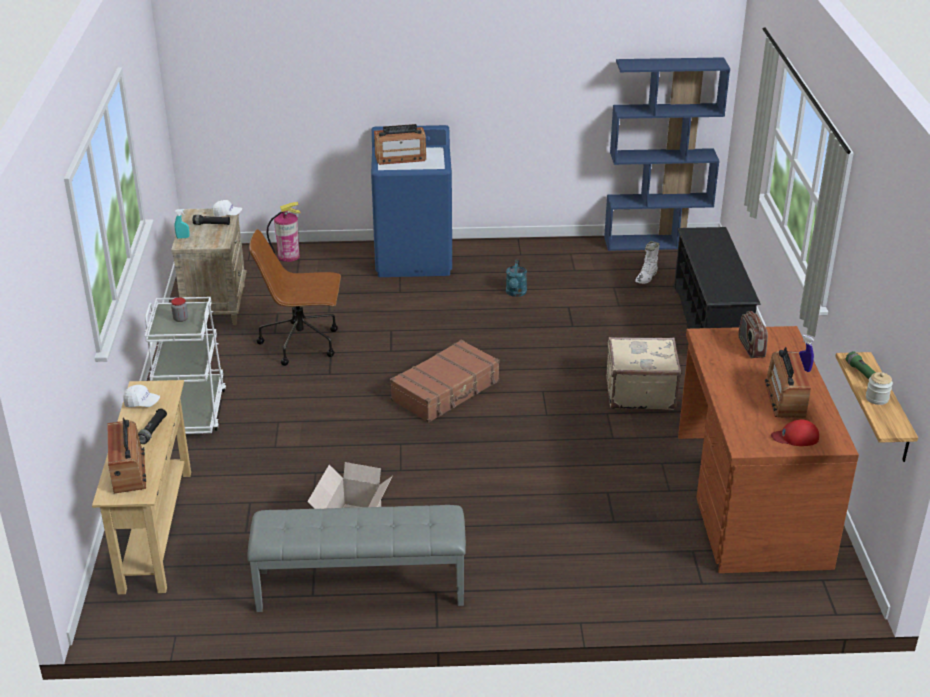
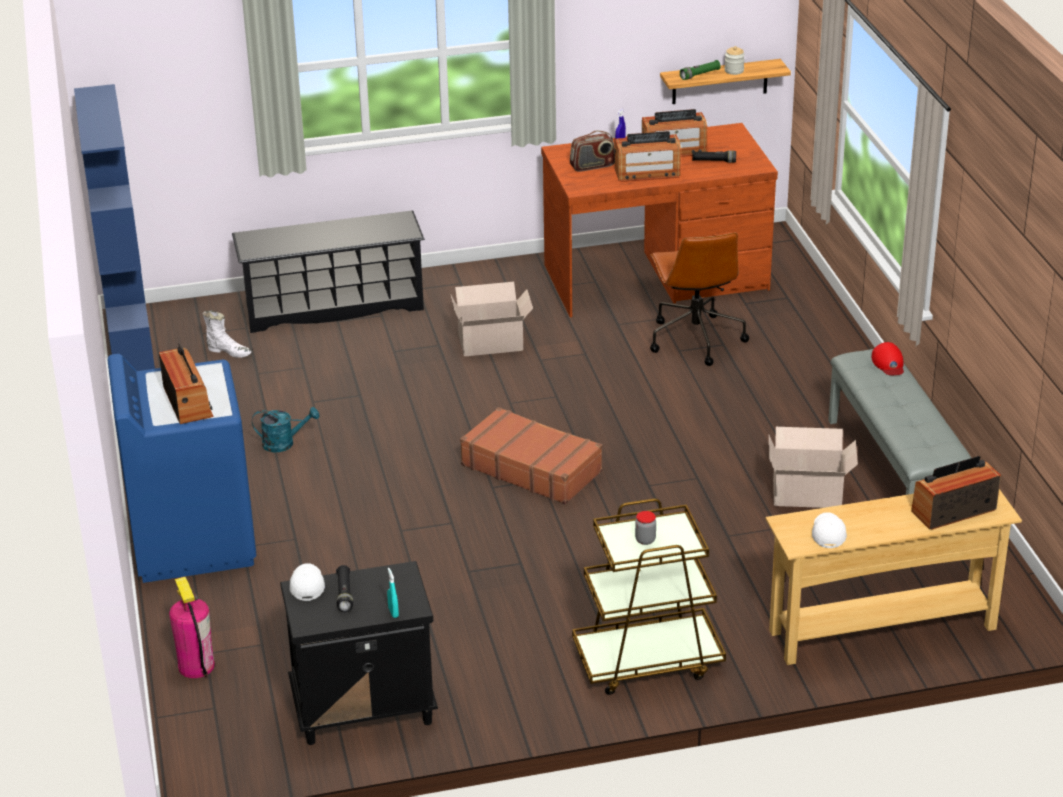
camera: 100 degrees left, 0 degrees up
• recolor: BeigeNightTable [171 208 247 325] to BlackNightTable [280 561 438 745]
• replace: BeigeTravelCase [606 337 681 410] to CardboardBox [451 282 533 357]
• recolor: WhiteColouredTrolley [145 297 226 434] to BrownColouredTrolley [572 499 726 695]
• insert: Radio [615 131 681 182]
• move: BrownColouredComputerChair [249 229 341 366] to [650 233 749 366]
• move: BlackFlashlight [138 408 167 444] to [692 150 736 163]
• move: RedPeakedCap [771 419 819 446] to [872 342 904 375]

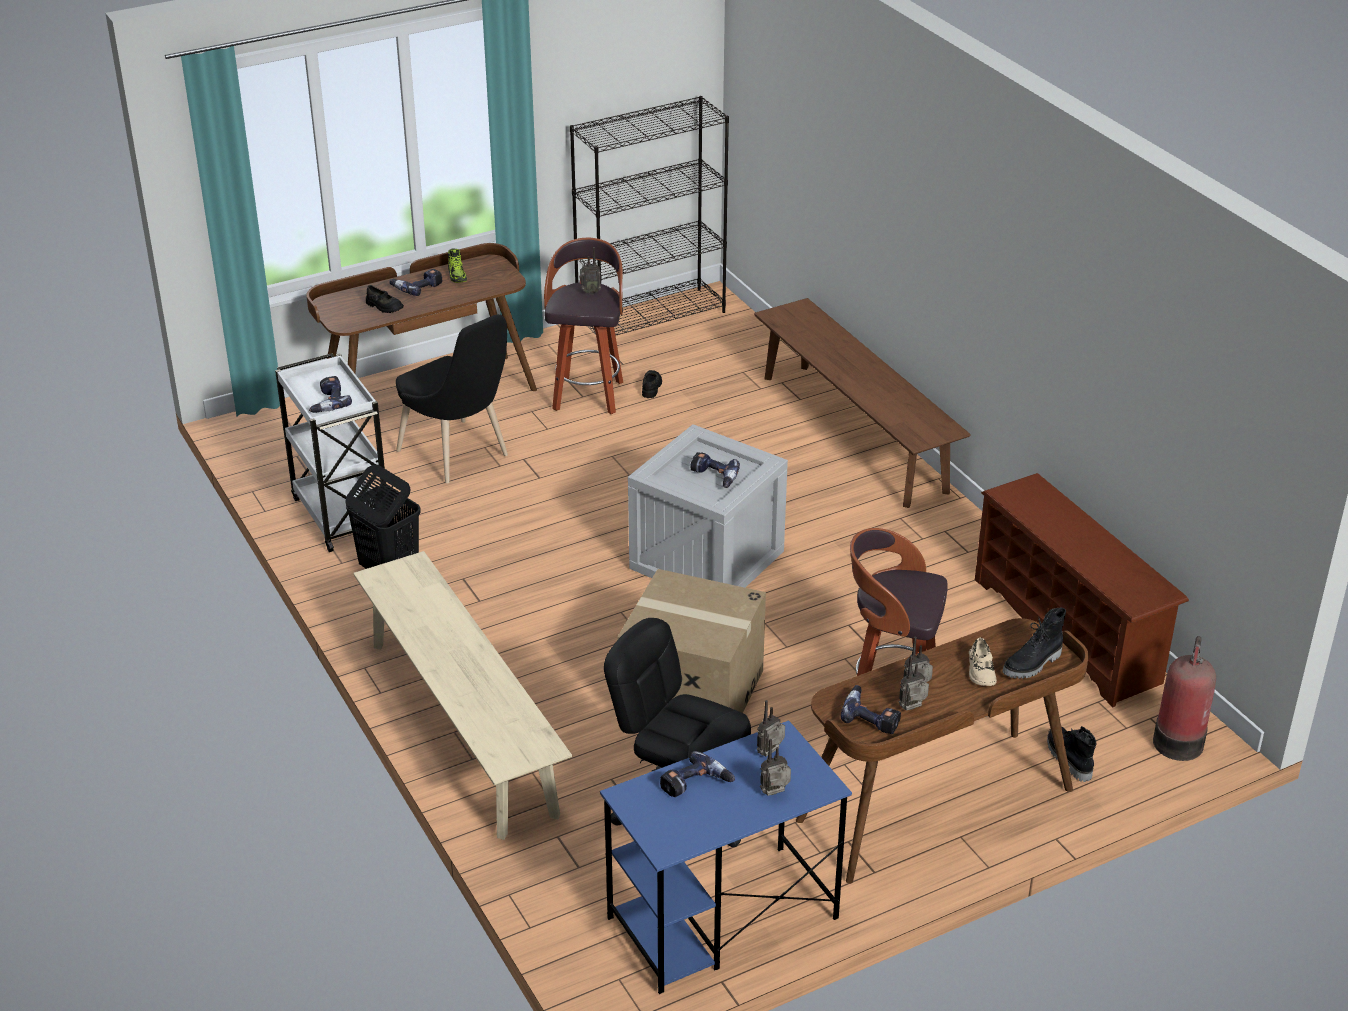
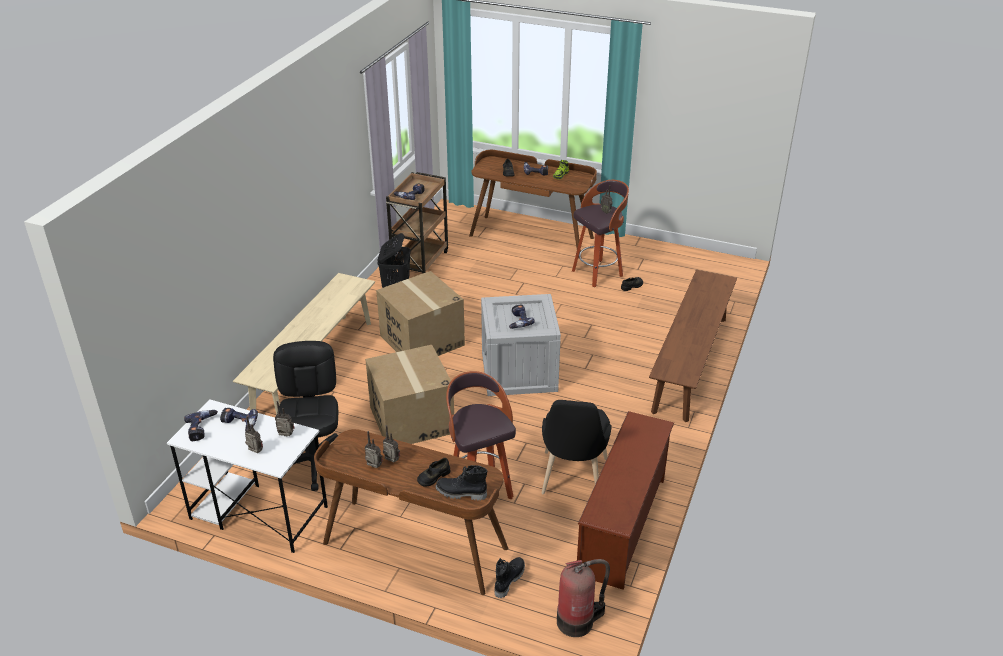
camera: 50 degrees right, 0 degrees up
• recolor: BlueDesk [600 720 852 994] to WhiteColouredDesk [167 399 328 553]
• move: PowerDrill [841 685 901 734] to [184 410 218 441]
• insert: CardboardBox [376 271 465 356]
• recolor: WhiteColouredTrolley [275 353 386 552] to BrownColouredTrolley [386 172 448 273]
• recolor: BeigeLowShoe [969 638 997 686] to BlackLowShoe [417 458 451 487]
• move: BlackUprightChair [396 314 508 483] to [541 400 612 494]
• delete: BlackBookcase [570 96 729 336]

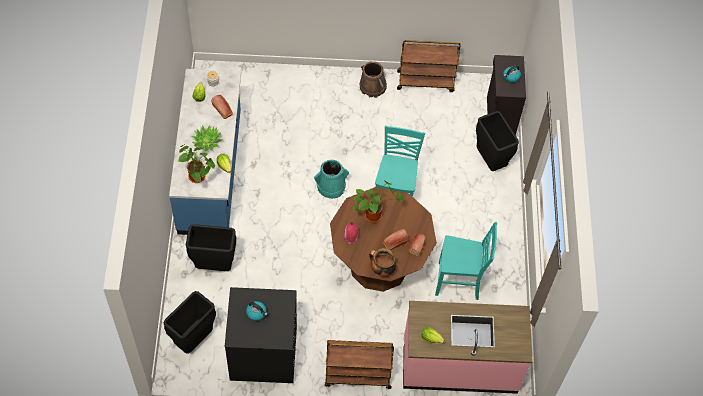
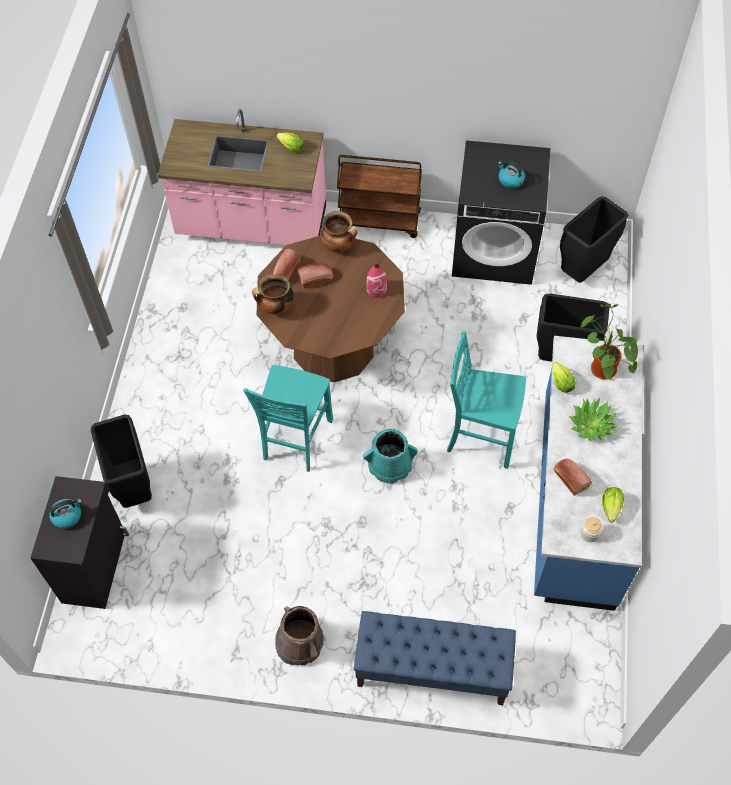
camera: 170 degrees left, 0 degrees up
• insert: CookingPot [252 274 293 315]
• insert: BlueIndoorBench [354 611 516 706]
• move: TurquoiseColouredUprightChair [435 222 497 300] to [447 331 526 469]
• delete: PottedPlant [353 181 403 223]
• delete: BrownColouredTrolley [397 40 460 92]

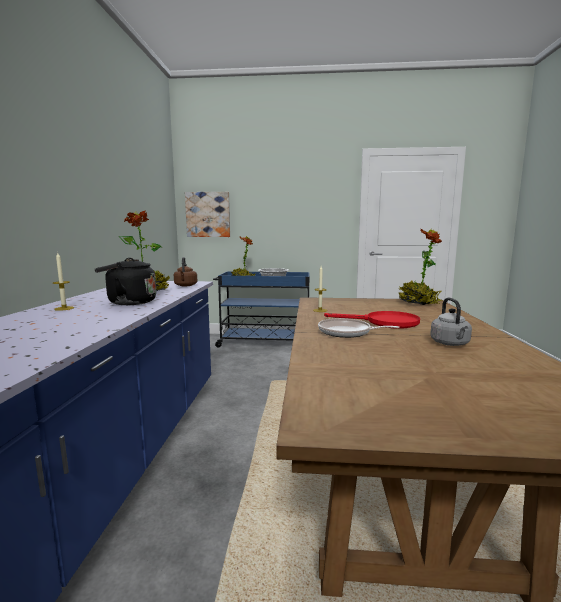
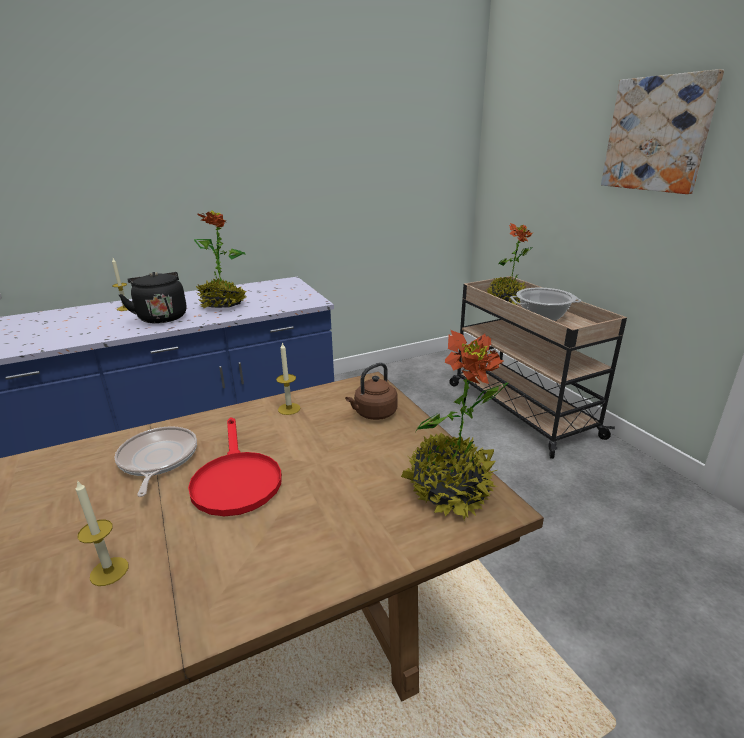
camera: 60 degrees right, 15 degrees up
• replace: GreyishTeaKettle [430 298 472 346] to Candle [75 480 128 586]
• move: BrownColouredTeaKettle [174 257 197 286] to [345 363 398 420]
• recolor: BlueTrolley [213 271 310 348] to BeigeTrolley [449 276 627 459]
• move: WallArt [185 192 230 237] to [601 69 724 194]

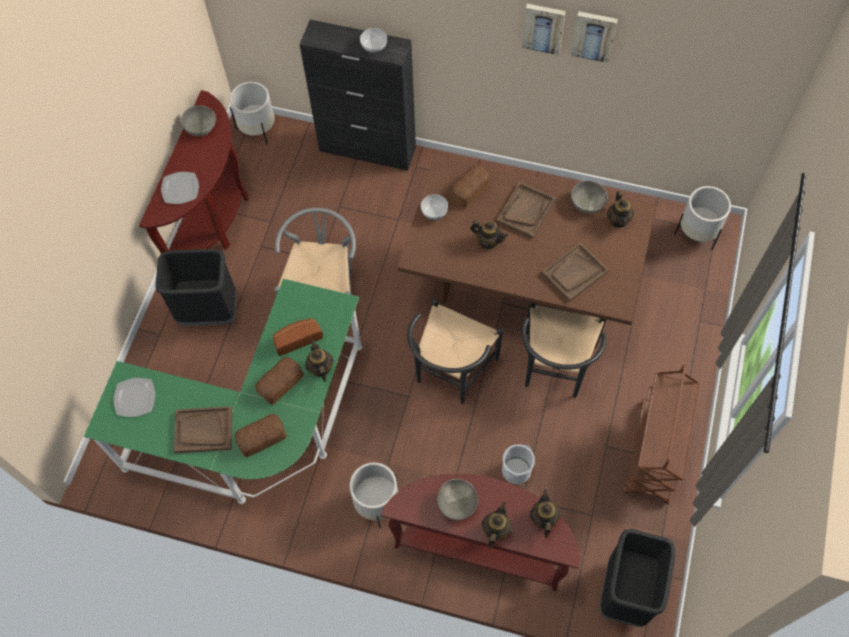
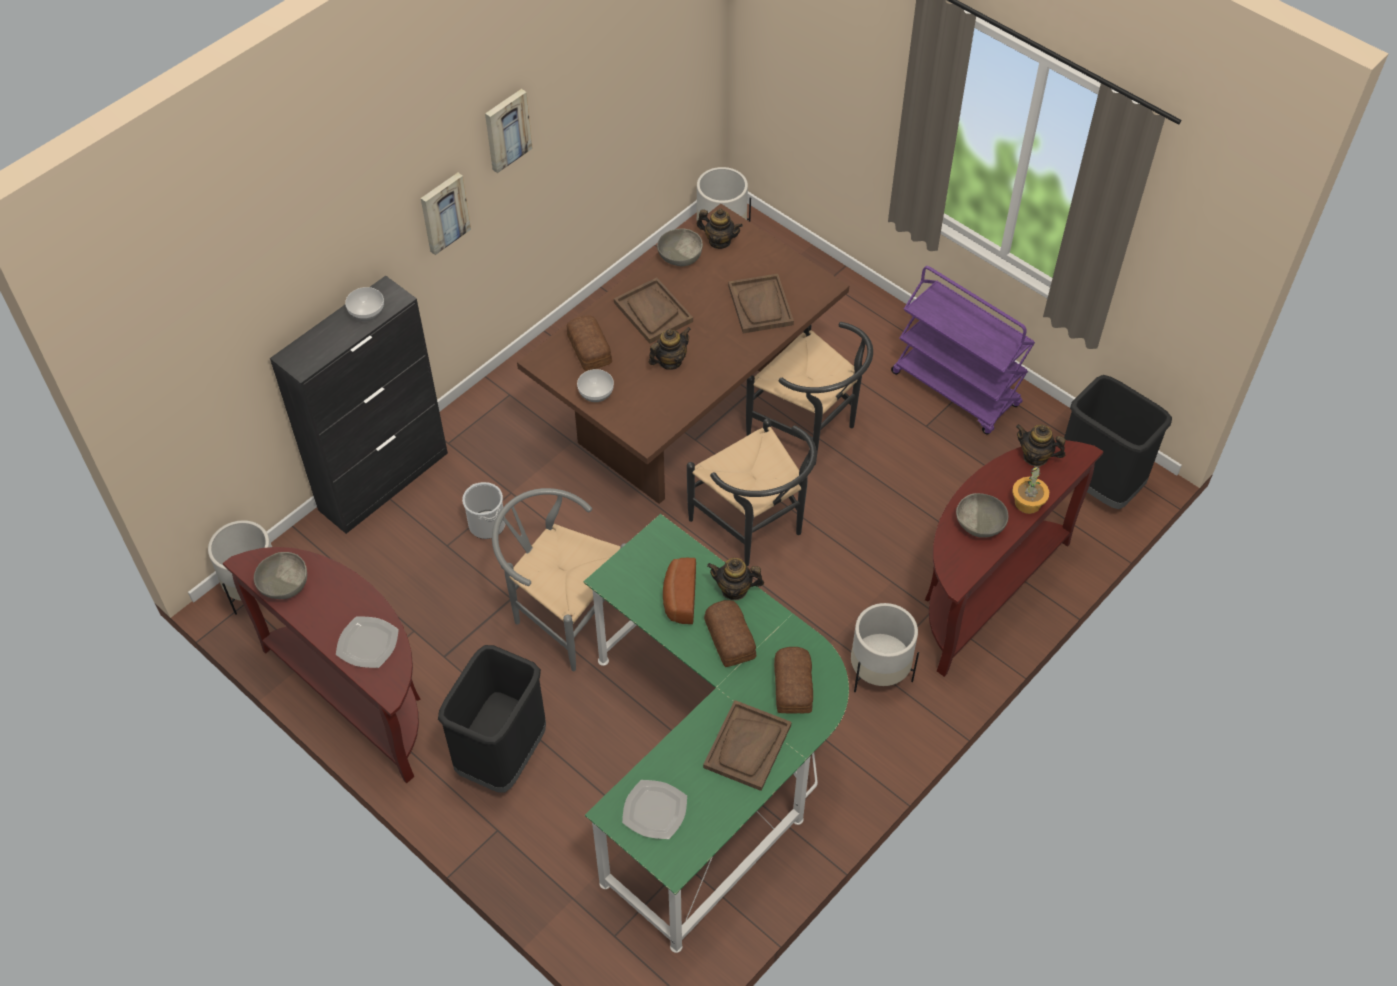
camera: 65 degrees left, 10 degrees down
• move: WallArt [571 11 618 63] to [421 173 471 255]
• move: Bucket [502 444 535 484] to [462 482 505 539]
• recolor: BrownColouredTrolley [624 365 700 504] to PurpleColouredTrolley [891 266 1035 435]
• replace: Teapot [482 502 512 549] to PottedPlant [1012 466 1049 514]

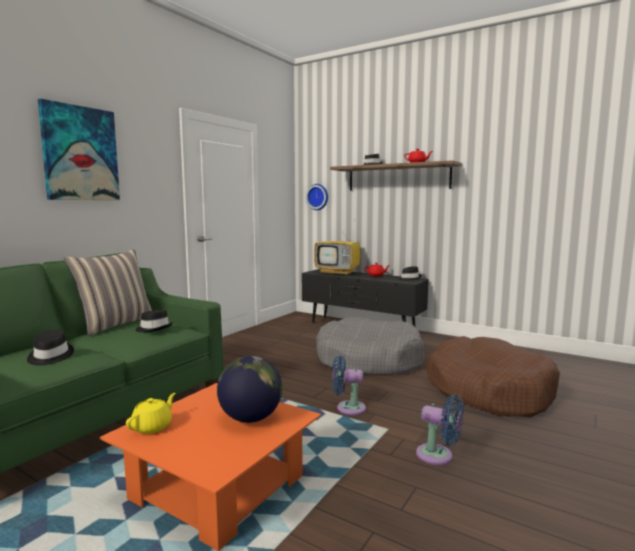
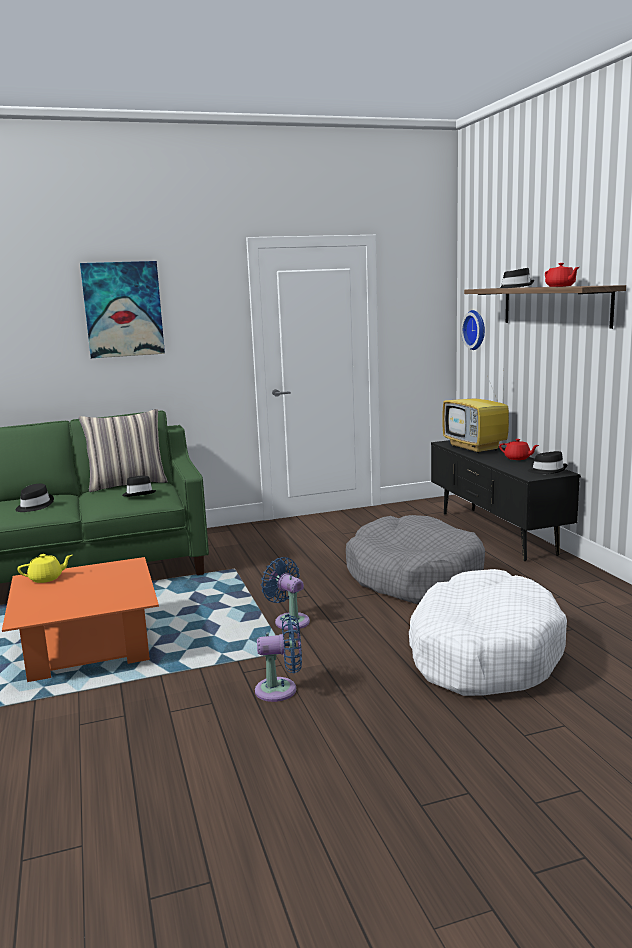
camera: 40 degrees right, 5 degrees up
• rotate: BlueFan [416 395 463 465] = [255 615 302 702] 75 degrees counterclockwise
• recolor: BrownColouredDogCushion [427 336 560 417] to WhiteColouredDogCushion [409 569 567 696]
• delete: Globe [217 356 282 423]

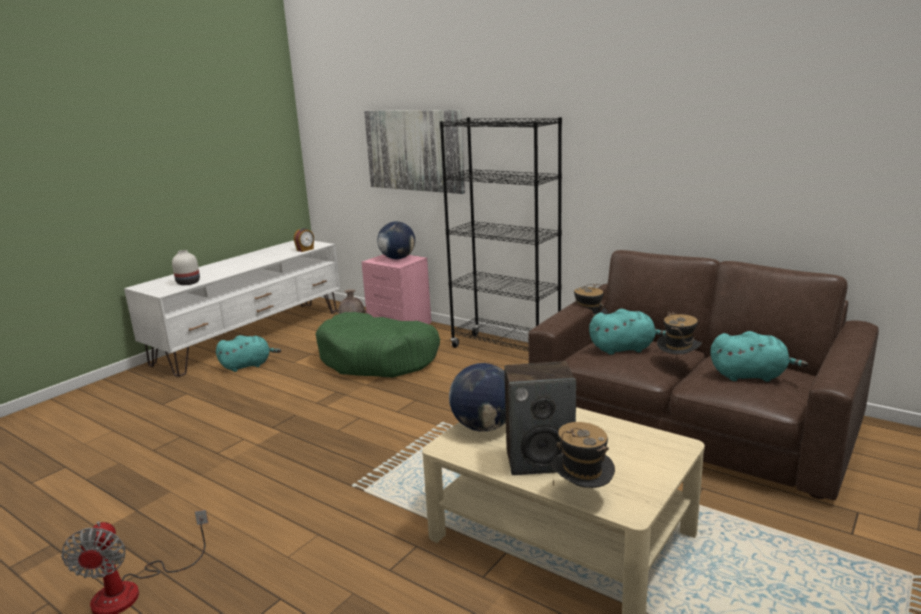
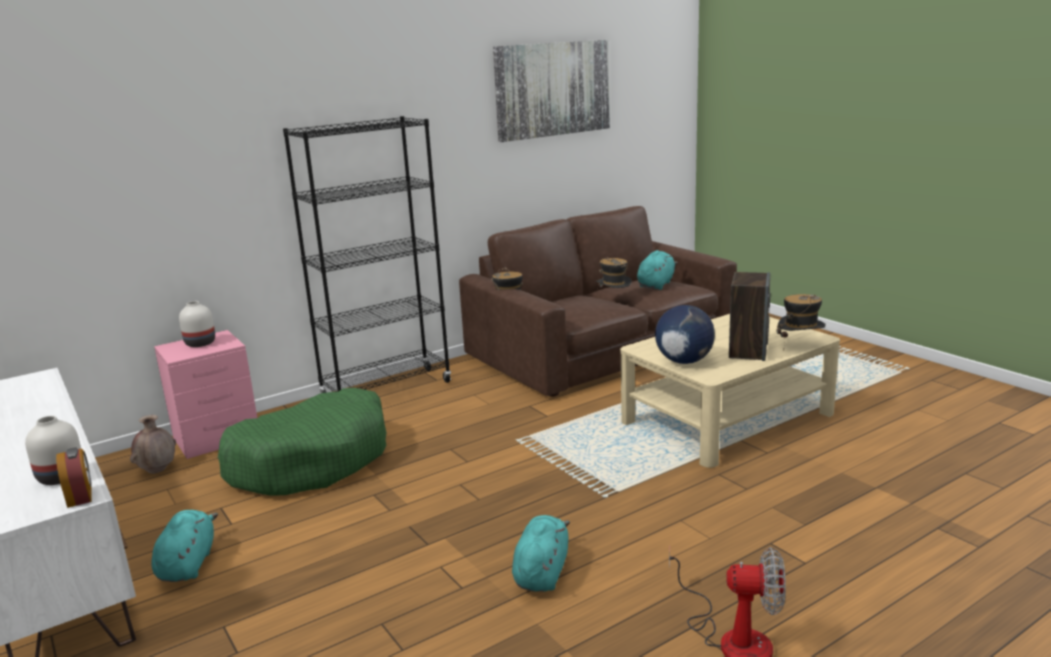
camera: 70 degrees left, 0 degrees up
• move: AlarmClock [294 228 314 252] to [56 447 92 508]
• replace: Globe [377 221 415 259] to WhiteColouredDecorativeVase [179 301 215 347]
• move: WallArt [364 110 465 194] to [493 40 610 142]
• move: TurquoiseColouredCuddlyToy [589 309 667 355] to [512 515 570 592]

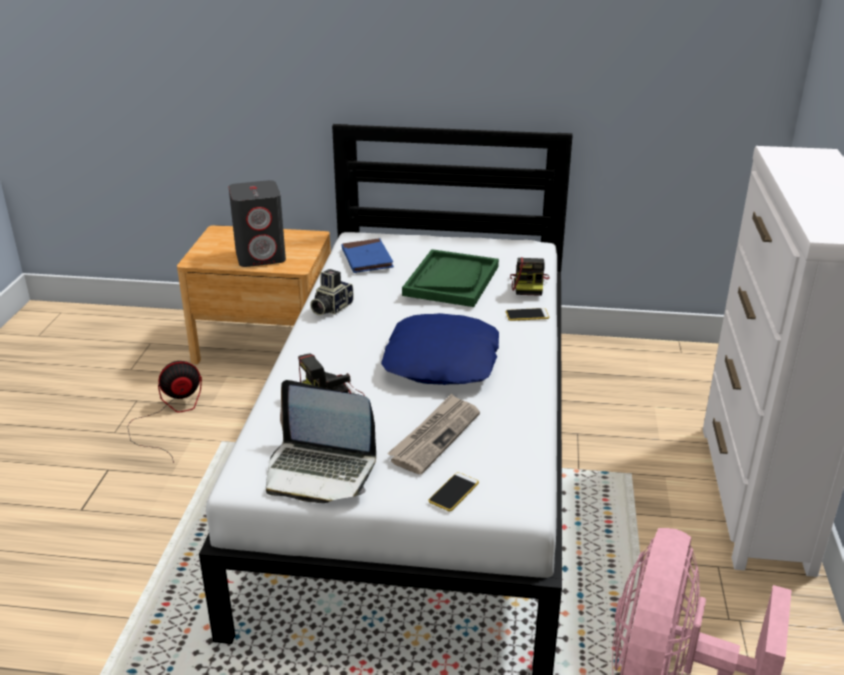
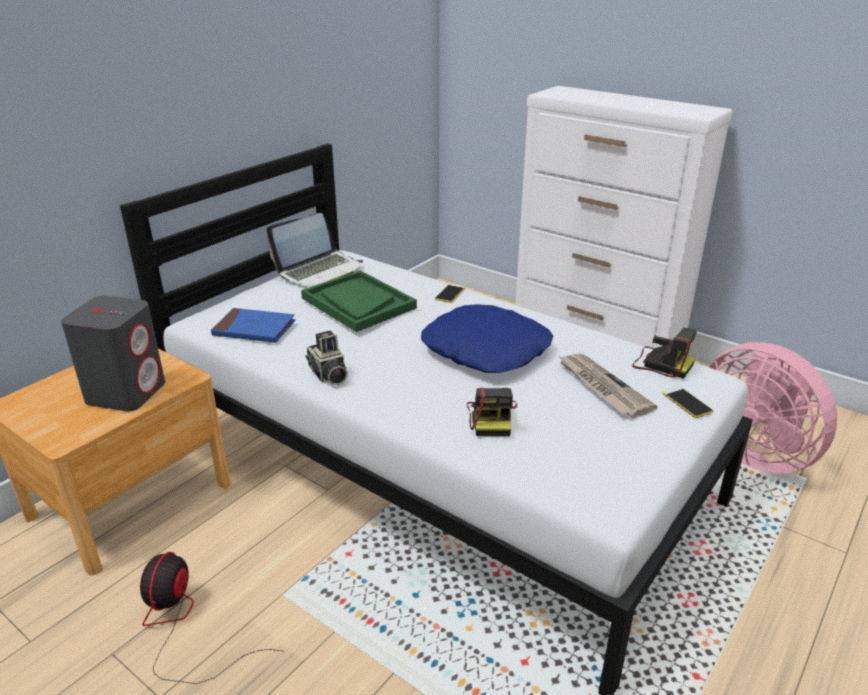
camera: 60 degrees left, 0 degrees up
• move: Laptop [266 380 376 503] to [266 213 363 287]
• move: StillCamera [510 257 550 296] to [632 328 697 379]

